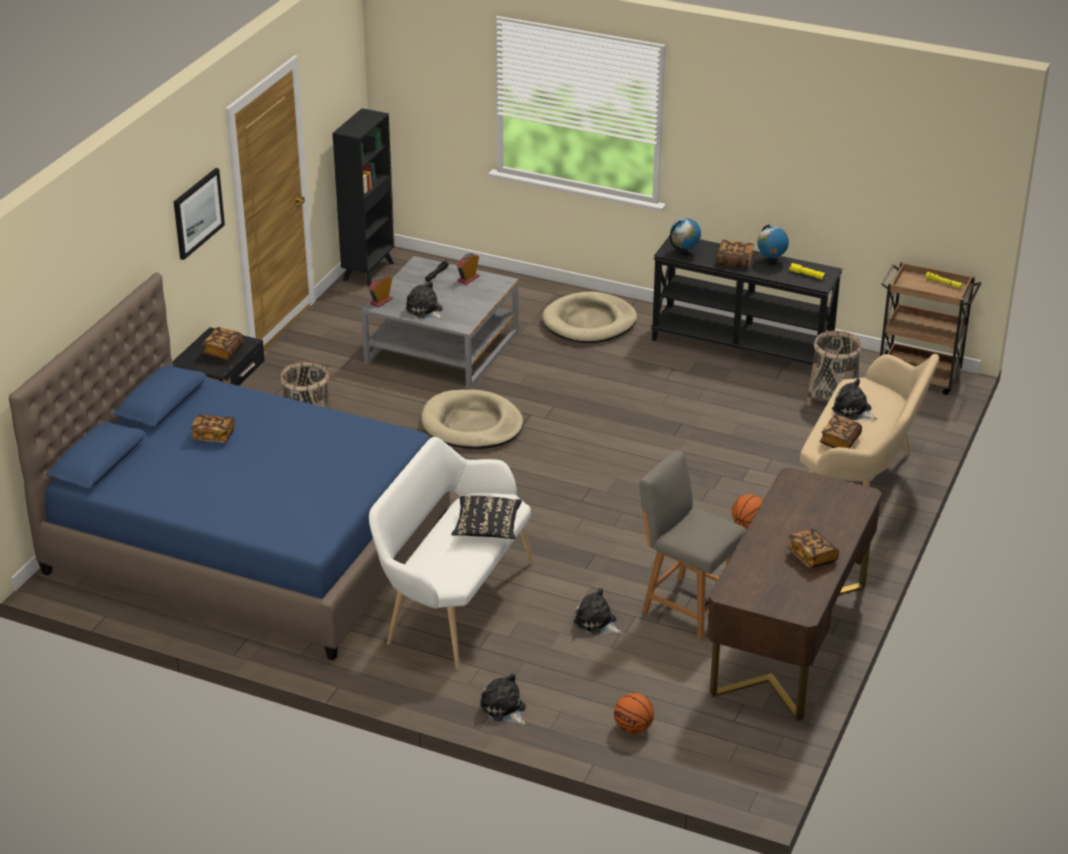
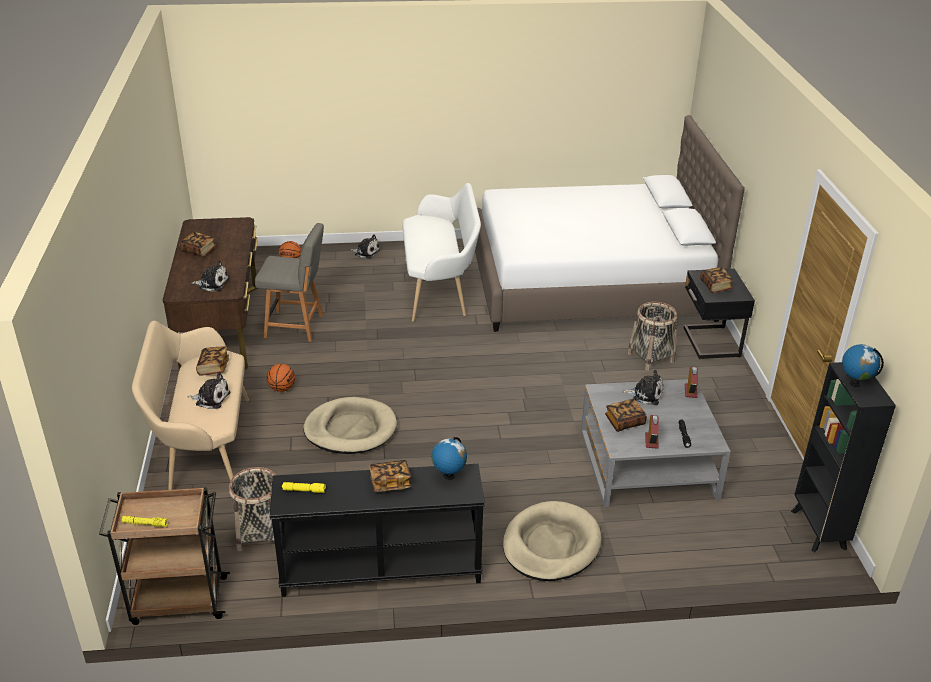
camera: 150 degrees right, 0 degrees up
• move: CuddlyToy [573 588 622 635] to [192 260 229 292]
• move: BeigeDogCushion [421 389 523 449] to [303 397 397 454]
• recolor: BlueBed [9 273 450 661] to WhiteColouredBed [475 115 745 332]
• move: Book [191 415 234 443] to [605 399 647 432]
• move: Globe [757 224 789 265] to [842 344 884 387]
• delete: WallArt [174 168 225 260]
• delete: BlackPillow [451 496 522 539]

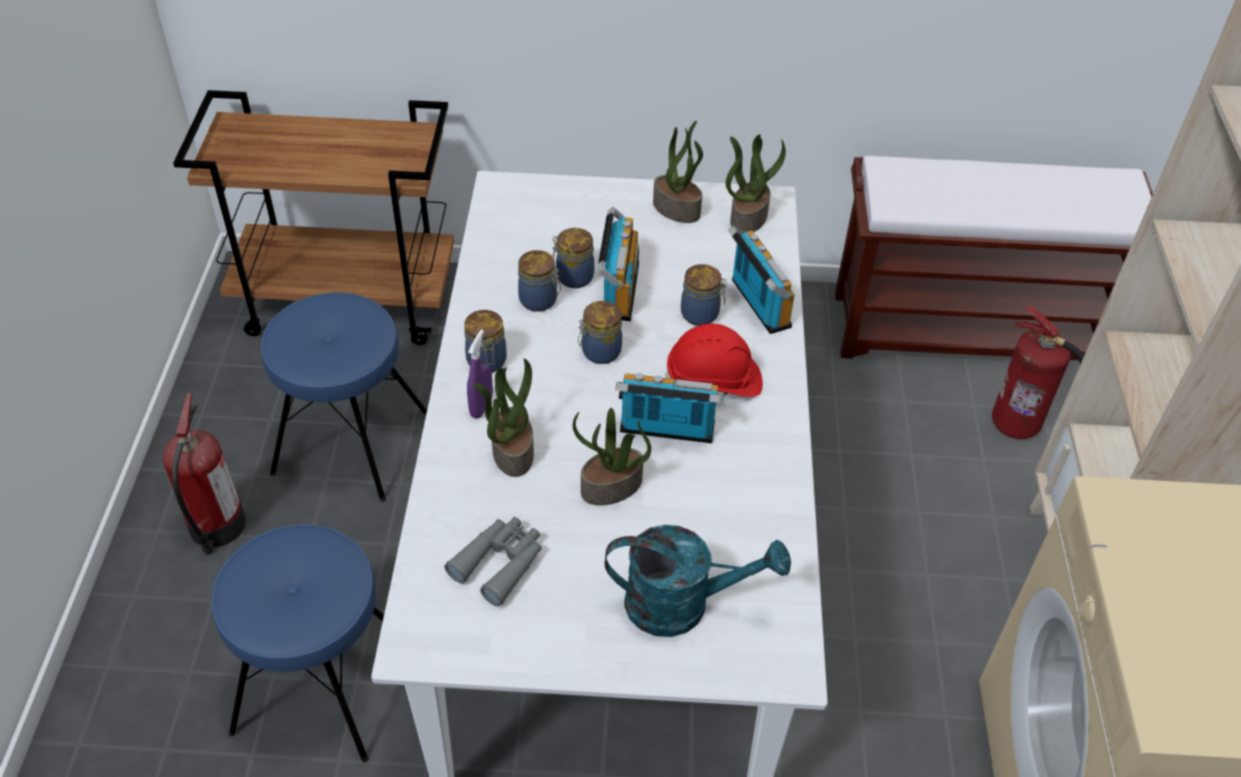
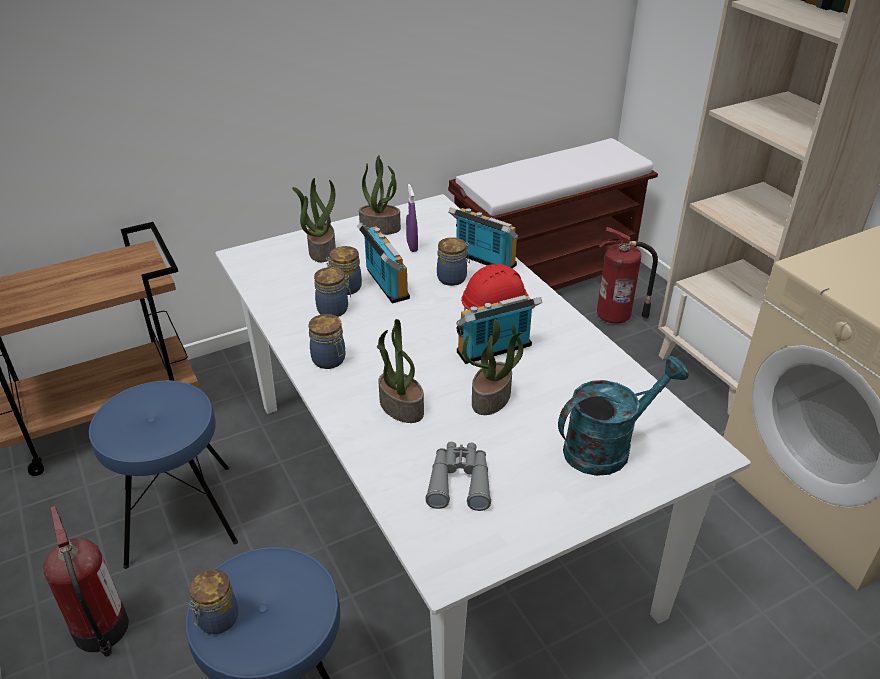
camera: 30 degrees left, 10 degrees down
• move: StorageJar [578 301 622 364] to [189 569 238 634]
• move: PottedPlant [726 134 786 233] to [292 178 336 262]
• move: PurpleColouredHandSprayer [467 330 493 419] to [406 184 418 252]

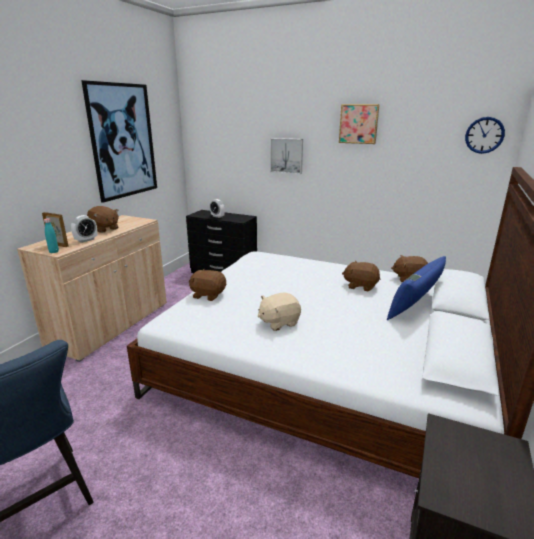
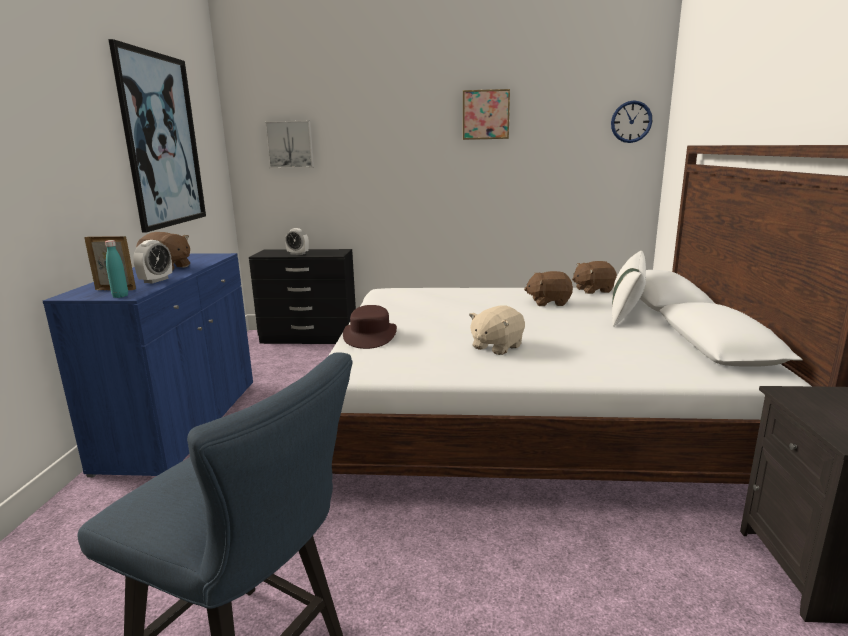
camera: 20 degrees left, 5 degrees down
• recolor: BeigeCabinet [17 215 167 362] to BlueCabinet [43 253 253 477]
• move: WallArt [270 138 303 174] to [265 121 314 168]
• replace: BrownColouredCuddlyToy [189 269 226 301] to BrownColouredWearableHat [343 305 397 349]
• recolor: BluePillow [387 256 446 320] to WhiteColouredPillow [612 251 646 327]

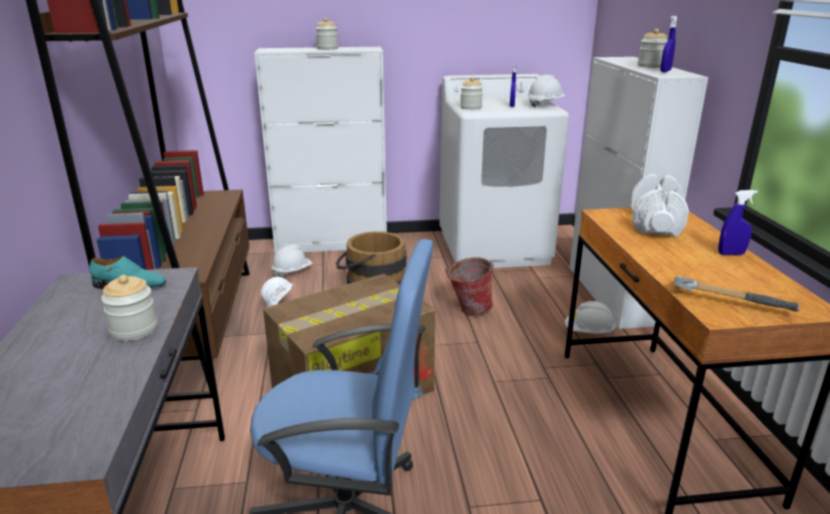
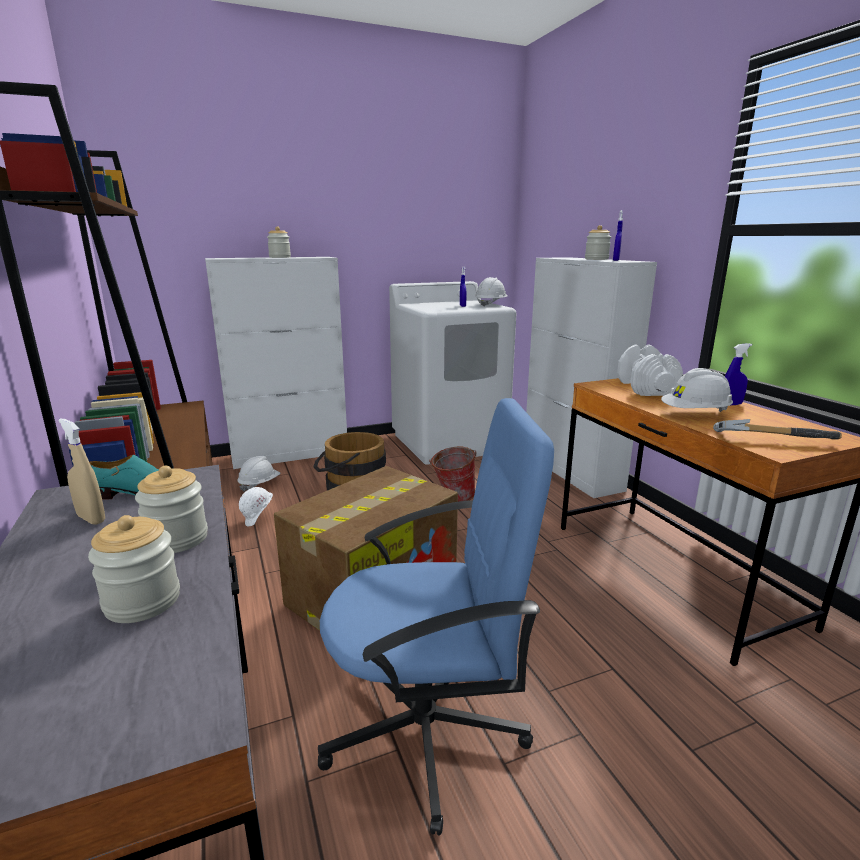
camera: 15 degrees left, 5 degrees down
• insert: BeigeHandSprayer [58 418 105 525]
• move: StorageJar [460 77 483 110] to [88 515 180 623]
• move: WhiteColouredSafetyHelmet [565 301 616 334] to [661 368 733 412]

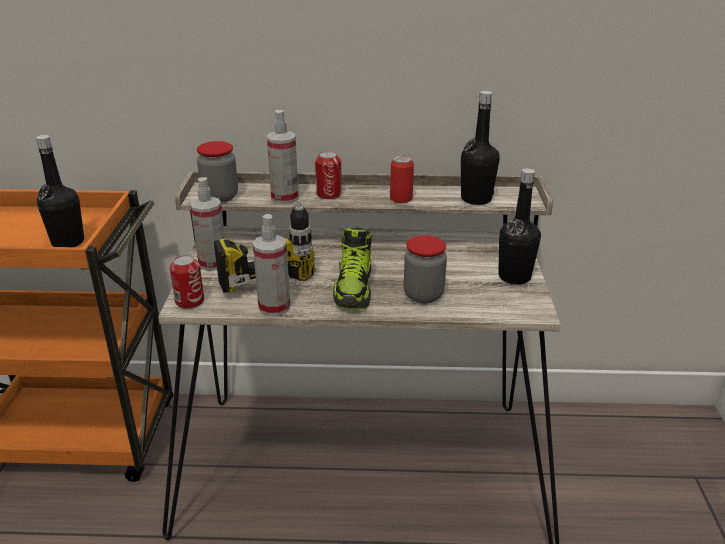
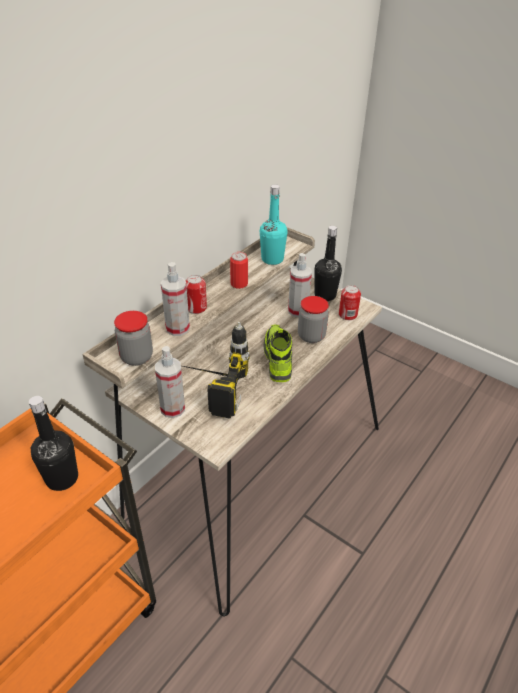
camera: 55 degrees left, 10 degrees up
• recolor: BlackBeverageBottle [461 91 500 205] to TurquoiseColouredBeverageBottle [260 184 288 265]
• rotate: LowShoe [333 227 372 309] = [264 324 292 382] 135 degrees counterclockwise
• move: HandSprayer [253 214 290 316] to [288 253 312 317]
• move: MetalCan [170 255 204 309] to [339 285 361 320]

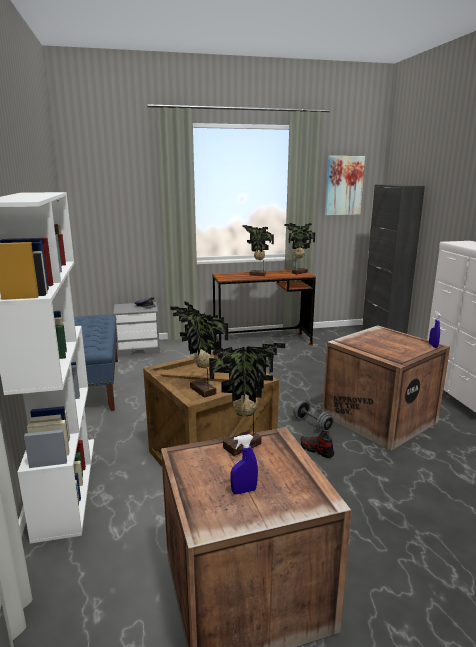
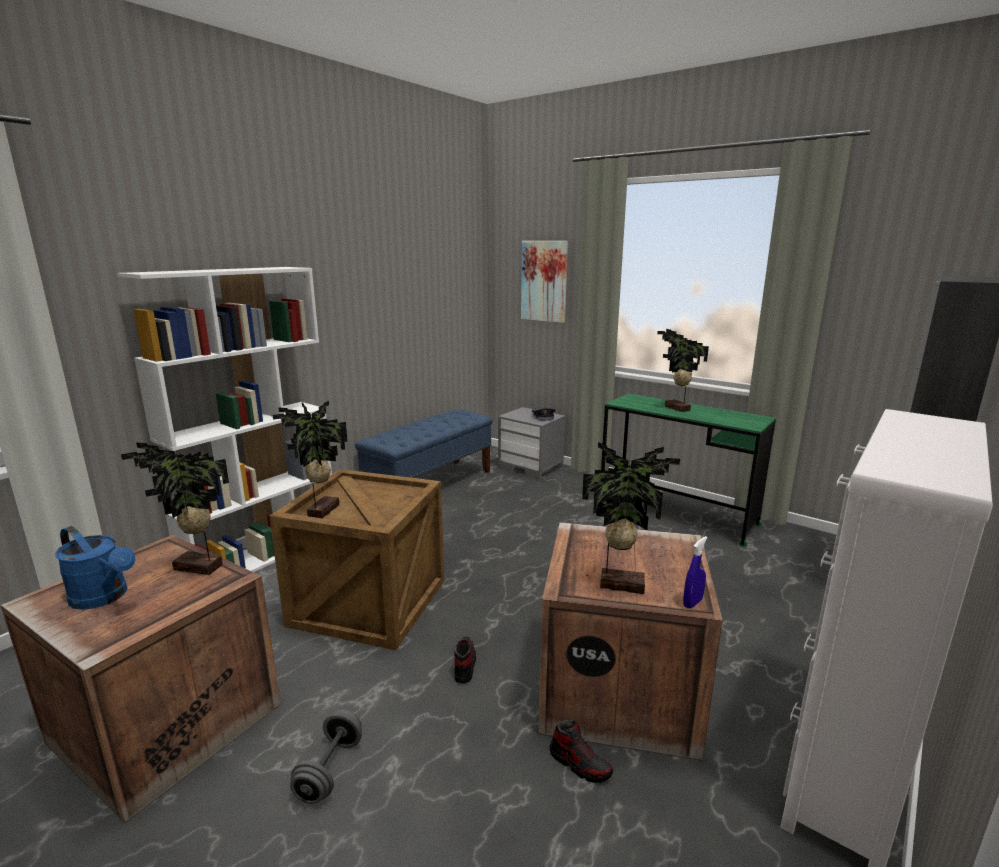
camera: 50 degrees right, 0 degrees up
• replace: BlueHandSprayer [230 434 258 494] to BlueWateringPot [55 526 136 610]
• move: GreyishFreeWeight [293 400 334 432] to [290 709 362 804]
• move: WallArt [325 156 365 215] to [521 241 568 323]
• insert: LowShoe [550 720 613 783]
• move: PottedPlant [284 223 315 274] to [582 442 680 594]
• recolor: BrownColouredDesk [213 270 316 349] to GreenColouredDesk [601 394 776 547]

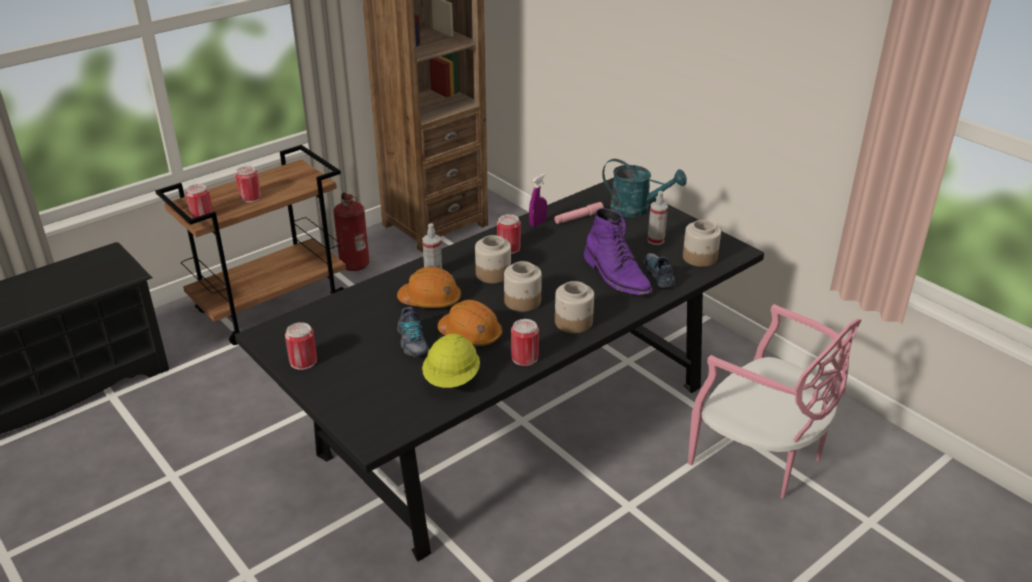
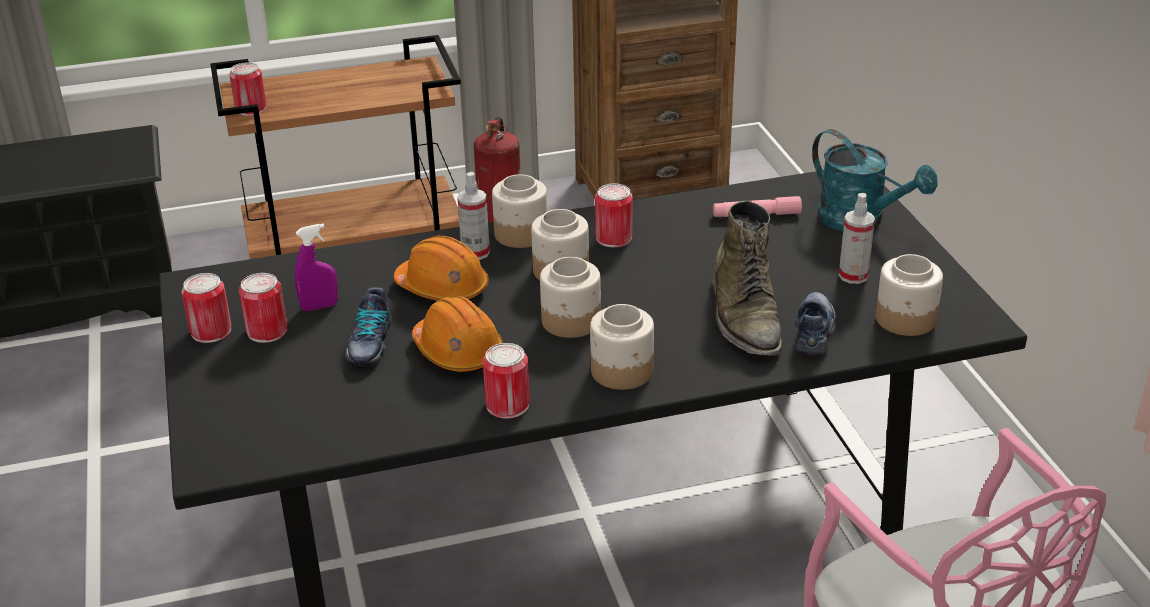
camera: 25 degrees right, 0 degrees up
• move: MetalCan [235 166 261 202] to [239 273 287 343]
• move: PurpleColouredHandSprayer [529 174 547 227] to [295 223 338 311]
• insert: StorageJar [492 174 548 248]
• recolor: PurpleColouredTallBoot [584 208 652 295] to GreenColouredTallBoot [712 201 782 356]
• delete: YellowColouredSafetyHelmet [422 334 480 388]

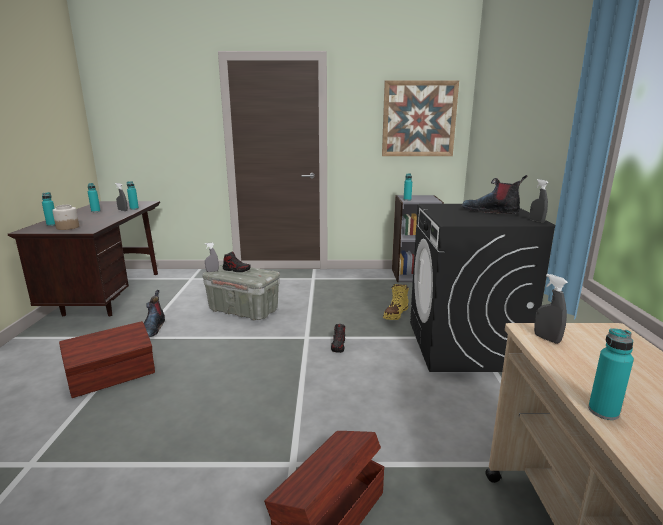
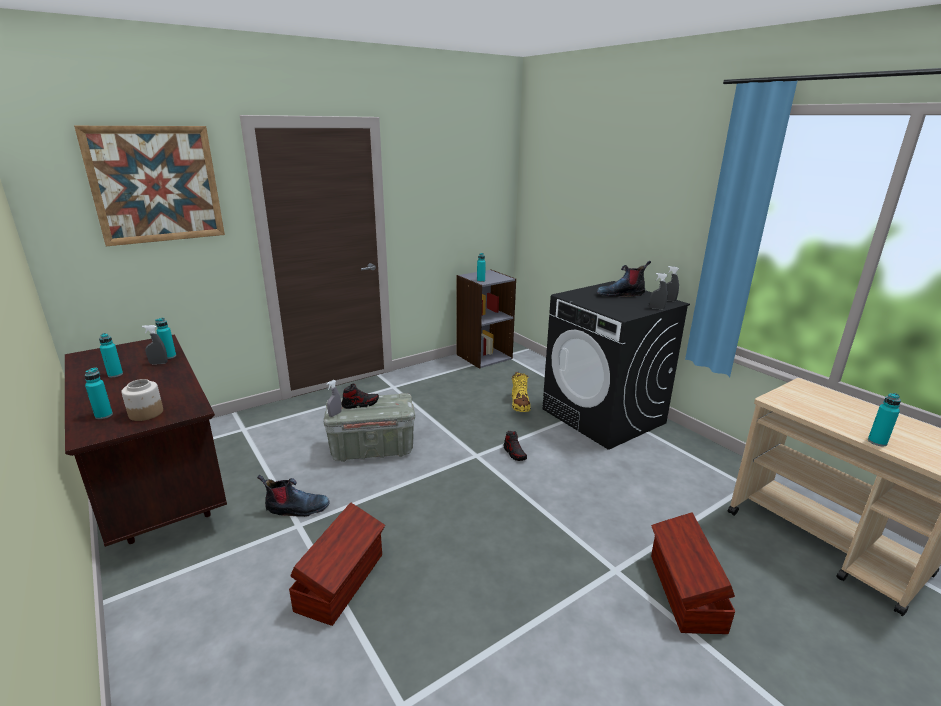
camera: 35 degrees left, 5 degrees up
• move: WallArt [382 80 459 156] to [74 126 225 246]
• rotate: TallBoot [144 290 165 337] = [257 475 330 517] 60 degrees counterclockwise
• move: GreyishHandSprayer [534 274 568 344] to [650 273 668 310]

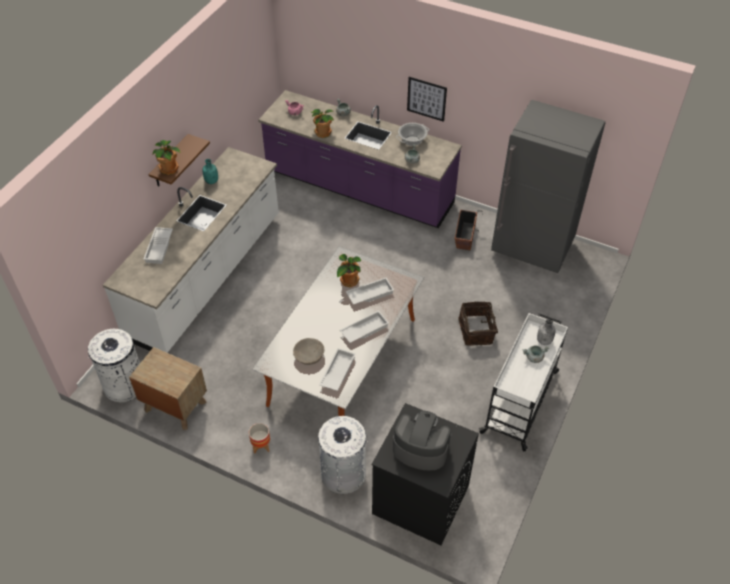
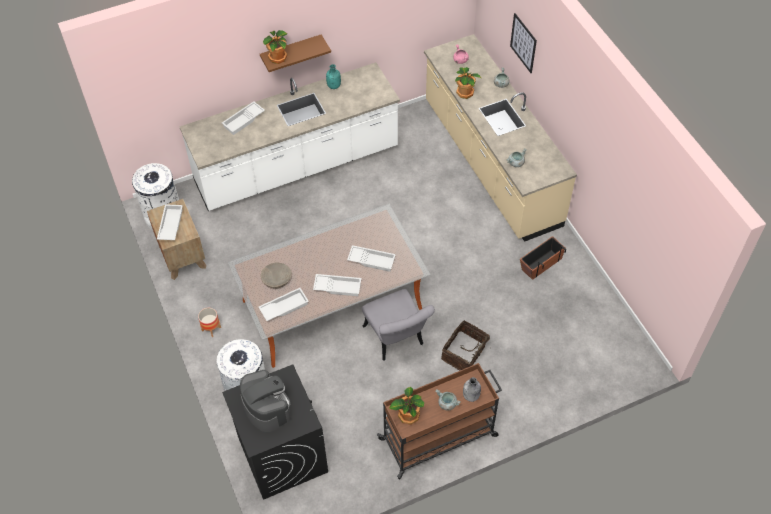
camera: 40 degrees right, 5 degrees up
• insert: WhiteColouredCarryingTray [157 204 183 240]
• insert: GreyishUprightChair [362 289 435 361]
• recolor: WhiteColouredTrolley [479 313 568 451] to BrownColouredTrolley [377 363 502 479]
• move: PottedPlant [337 254 362 287] to [389 387 424 425]
• recolor: PurpleColouredCounter [258 90 462 228] to BeigeCounter [424 34 577 242]
• move: WallArt [407 77 447 122] to [510 13 537 73]
• delete: CookingPot [396 123 429 146]
• delete: GreyishFridge [491 100 605 273]

